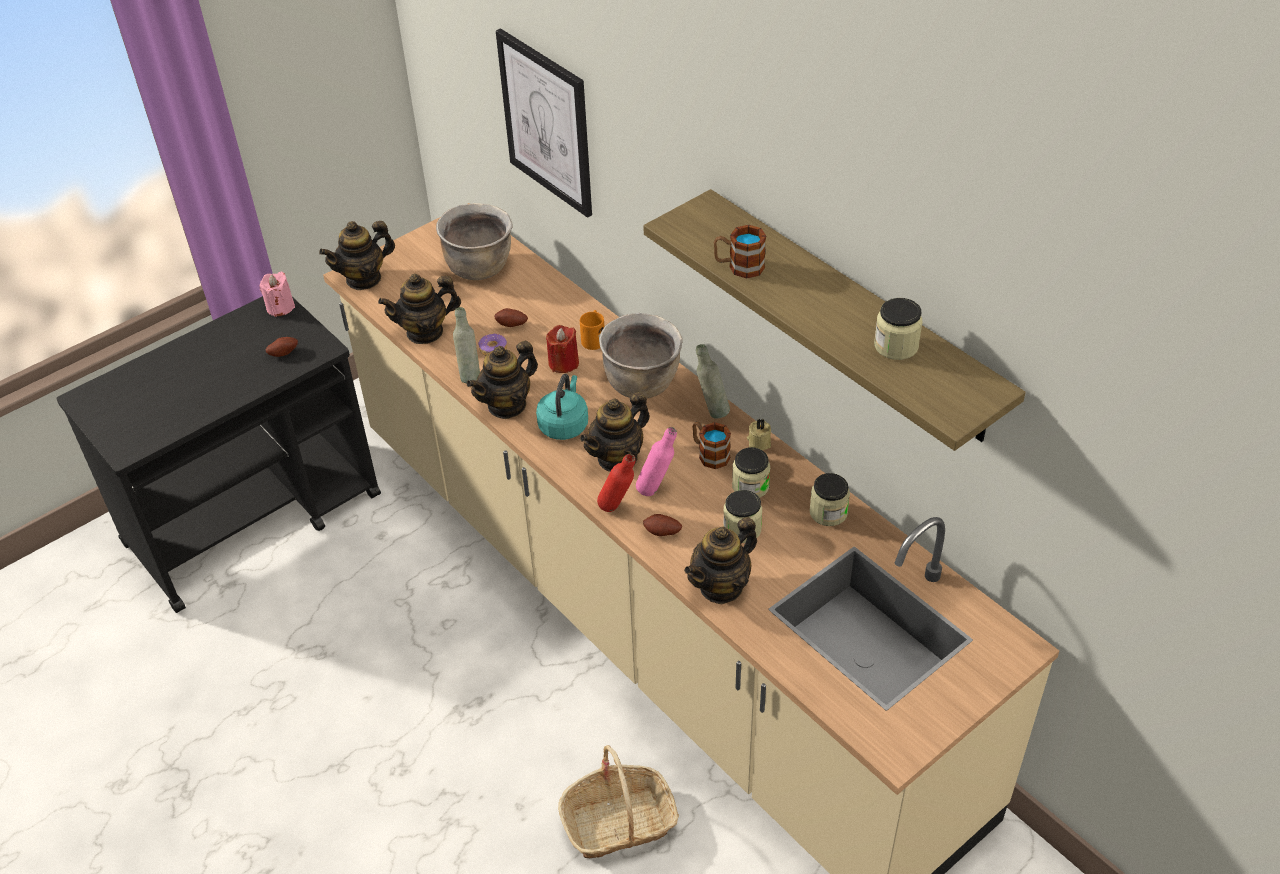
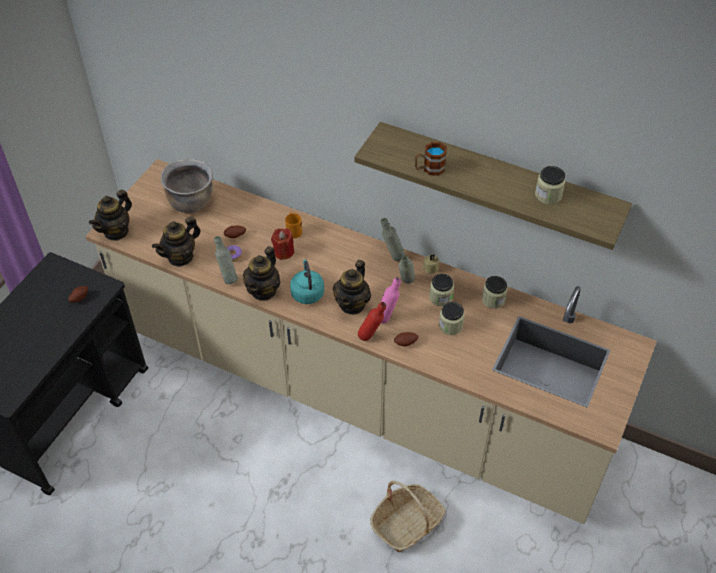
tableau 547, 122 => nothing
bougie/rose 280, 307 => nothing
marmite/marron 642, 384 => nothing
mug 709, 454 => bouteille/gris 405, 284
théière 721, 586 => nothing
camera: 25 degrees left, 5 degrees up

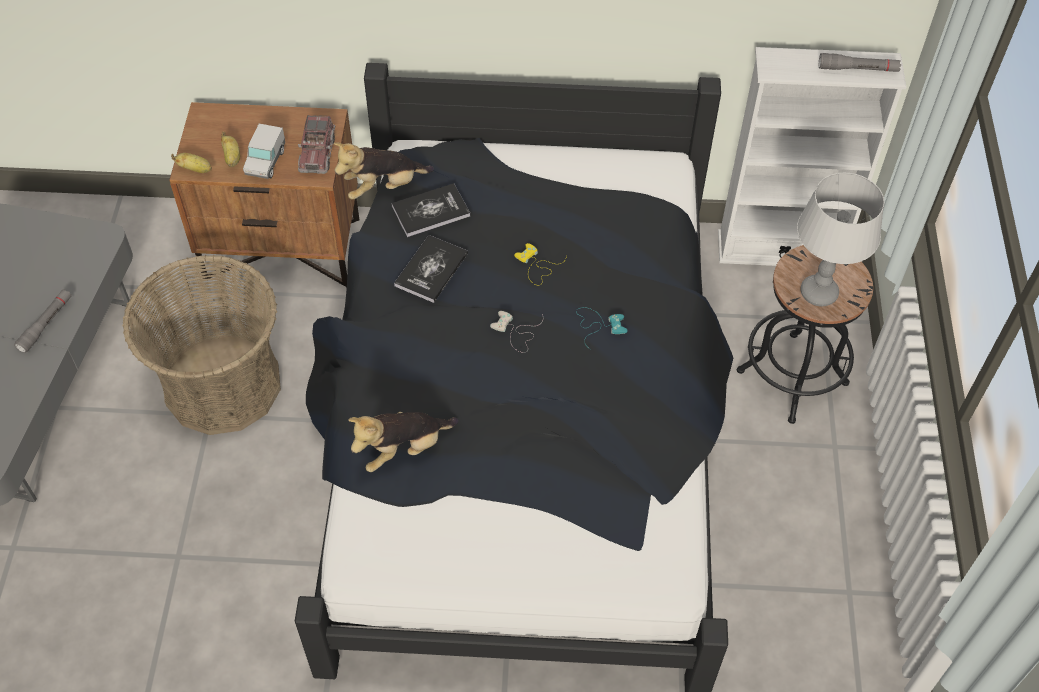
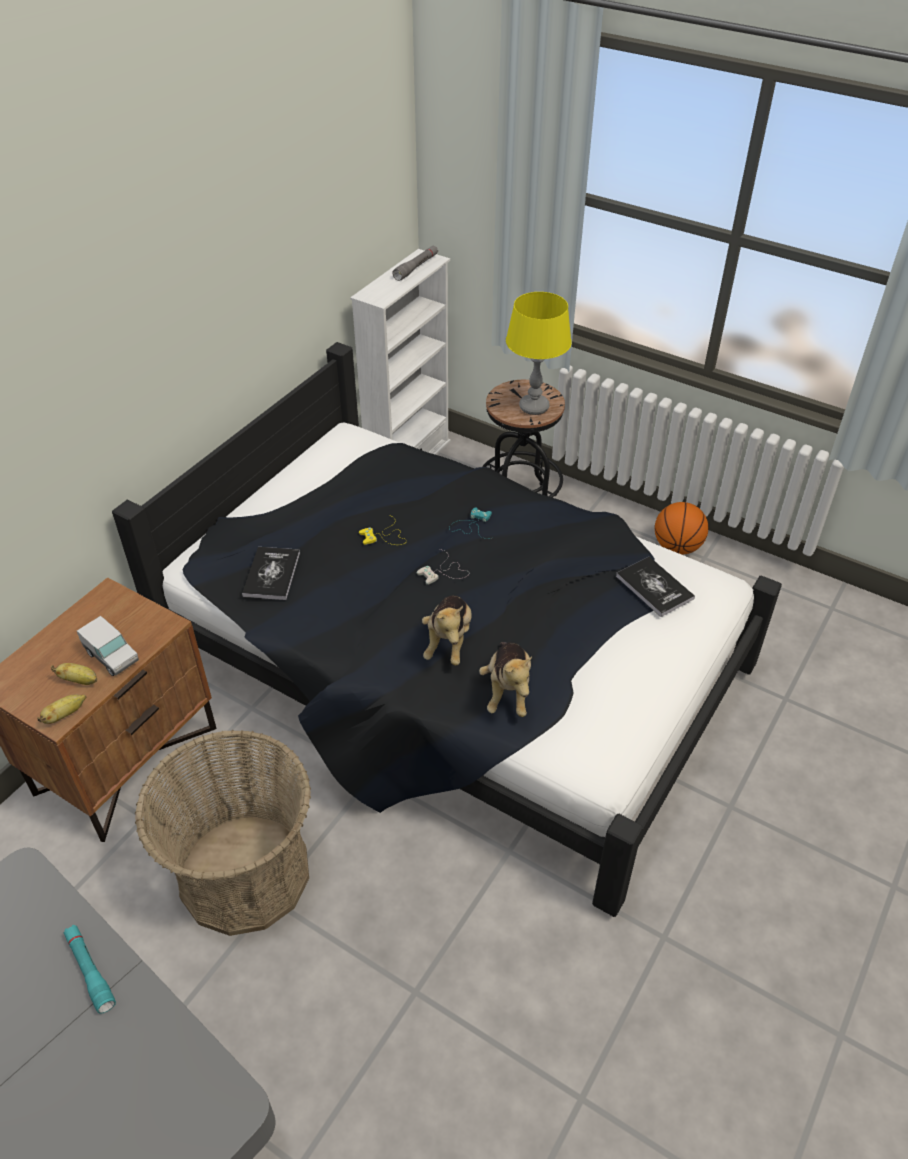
camion jouet 317, 153 => nothing
peluche 383, 187 => peluche 448, 641, move
lampe de table/gris 818, 293 => lampe de table/jaune 534, 407
livre 431, 270 => livre 654, 587, move
lampe de poche/gris 46, 324 => lampe de poche/turquoise 90, 971
nothing => ballon de basket 677, 547
camera: 60 degrees left, 10 degrees down

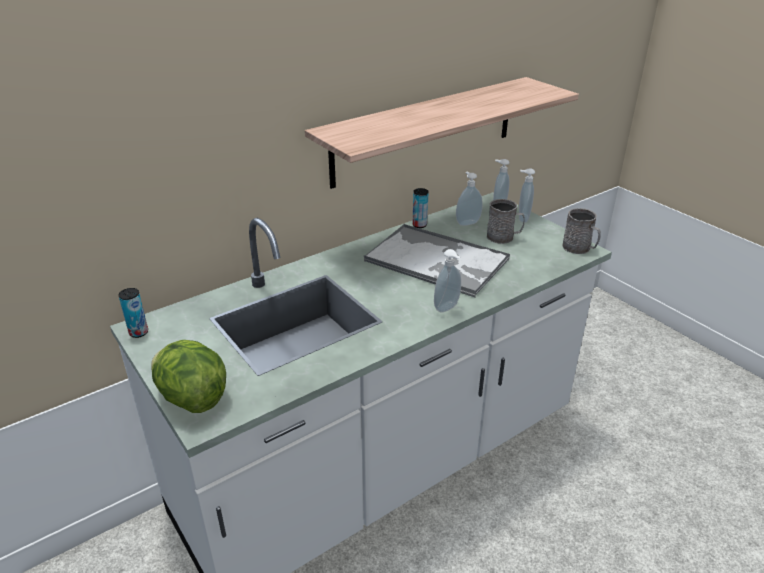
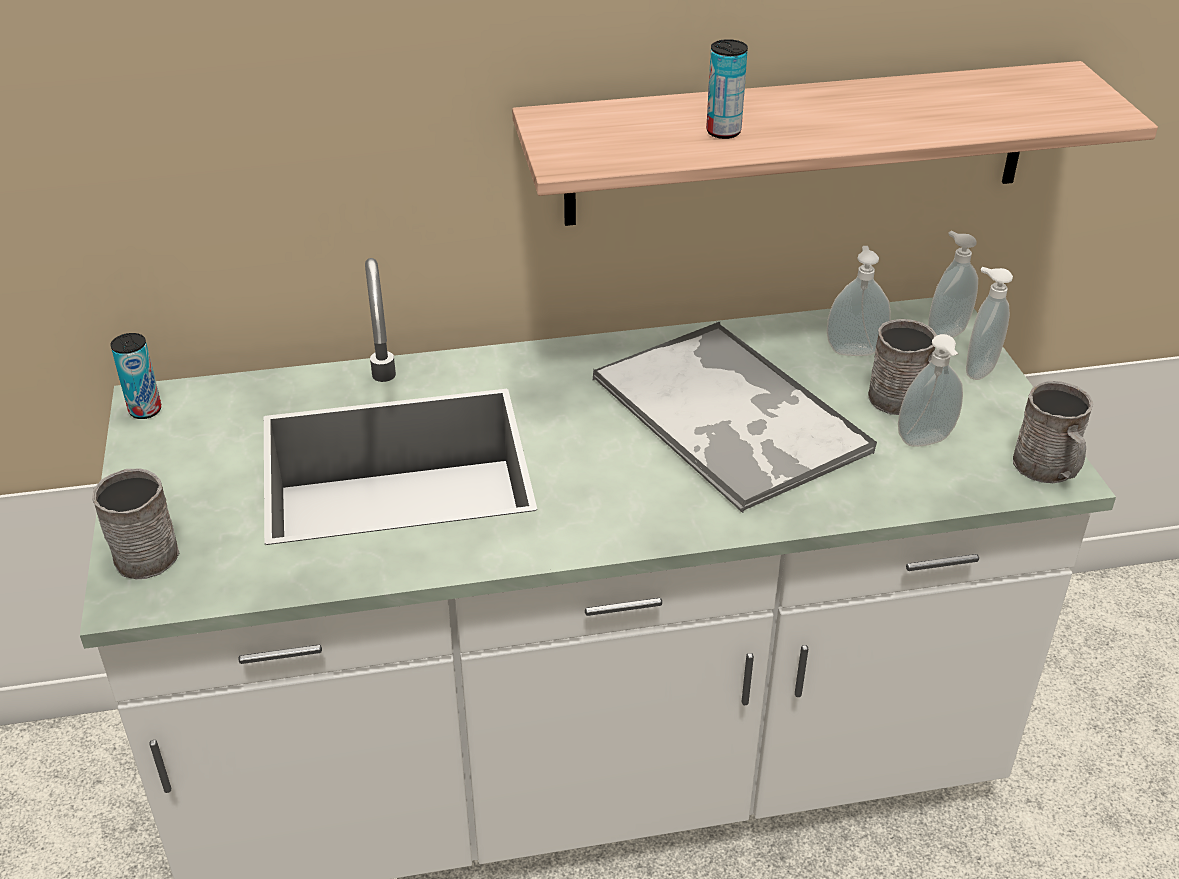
boîte métallique 419, 225 => boîte métallique 723, 132, move
distributeur de savon 447, 308 => distributeur de savon 926, 442, move
laitue 191, 398 => mug/gris 143, 550
camera: 25 degrees right, 5 degrees up

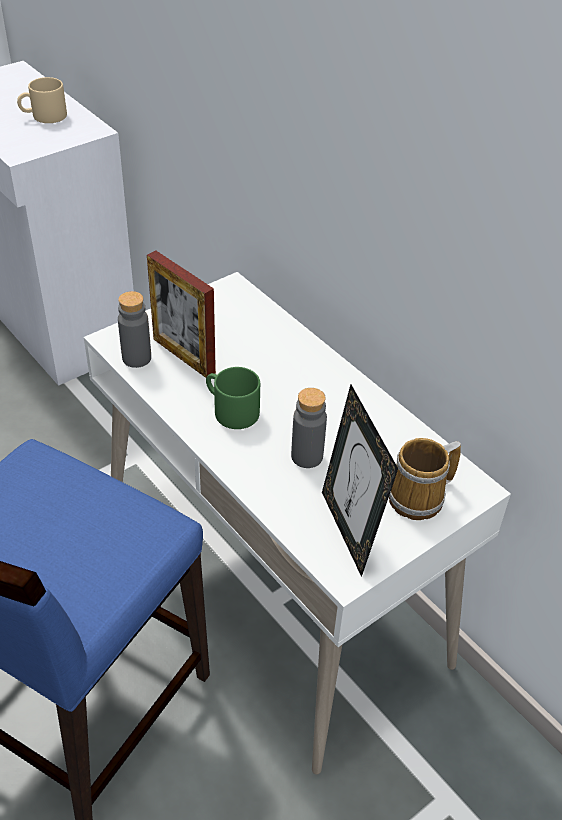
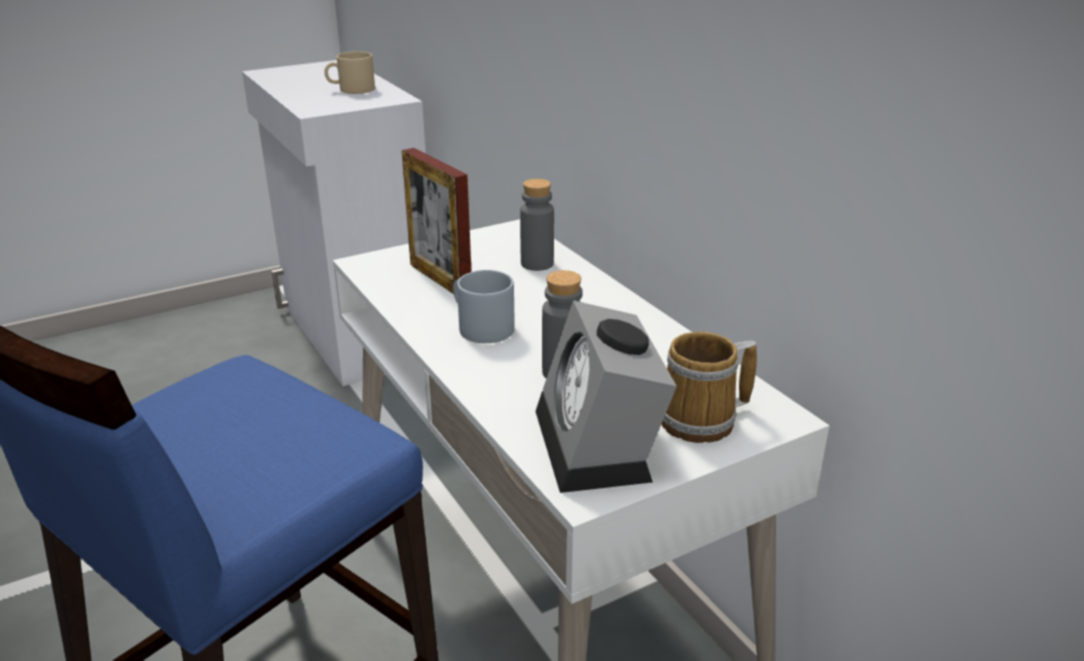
bouteille/gris 136, 358 => bouteille/gris 537, 264, move
mug/vert 230, 410 => mug/gris 479, 327
cadre photo 349, 530 => réveil 600, 447
camera: 10 degrees right, 15 degrees down

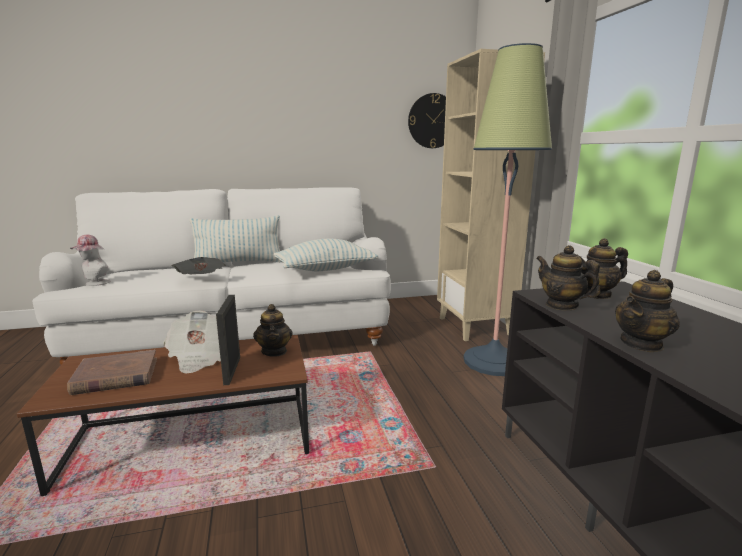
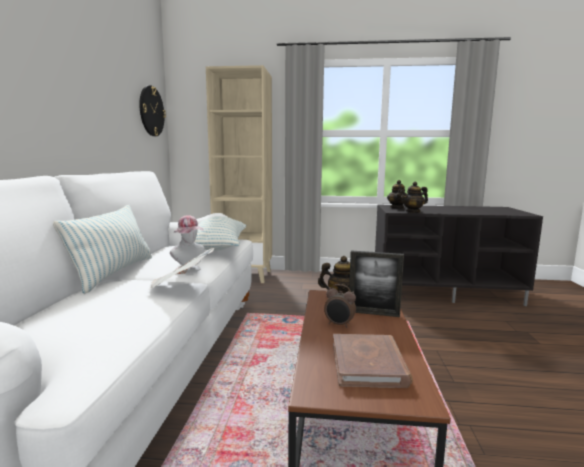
lampadaire 493, 361 => nothing
chapeau 95, 283 => chapeau 190, 270, move
théière 642, 344 => nothing
journal 199, 357 => réveil 339, 325
camera: 70 degrees left, 5 degrees down

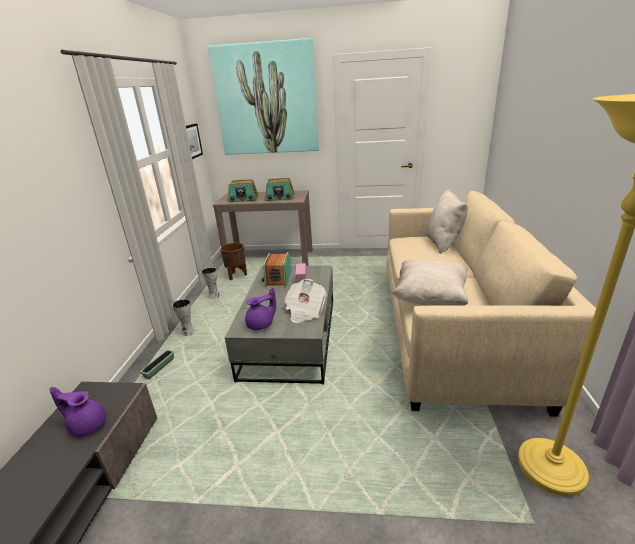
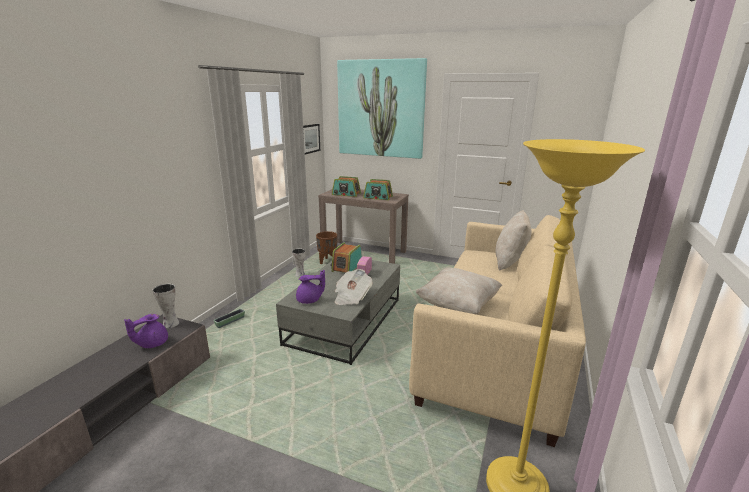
vase 187, 333 => vase 170, 324, move
théière/violet 87, 425 => théière/violet 152, 343, 75 degrees counterclockwise
camera: 15 degrees right, 5 degrees down

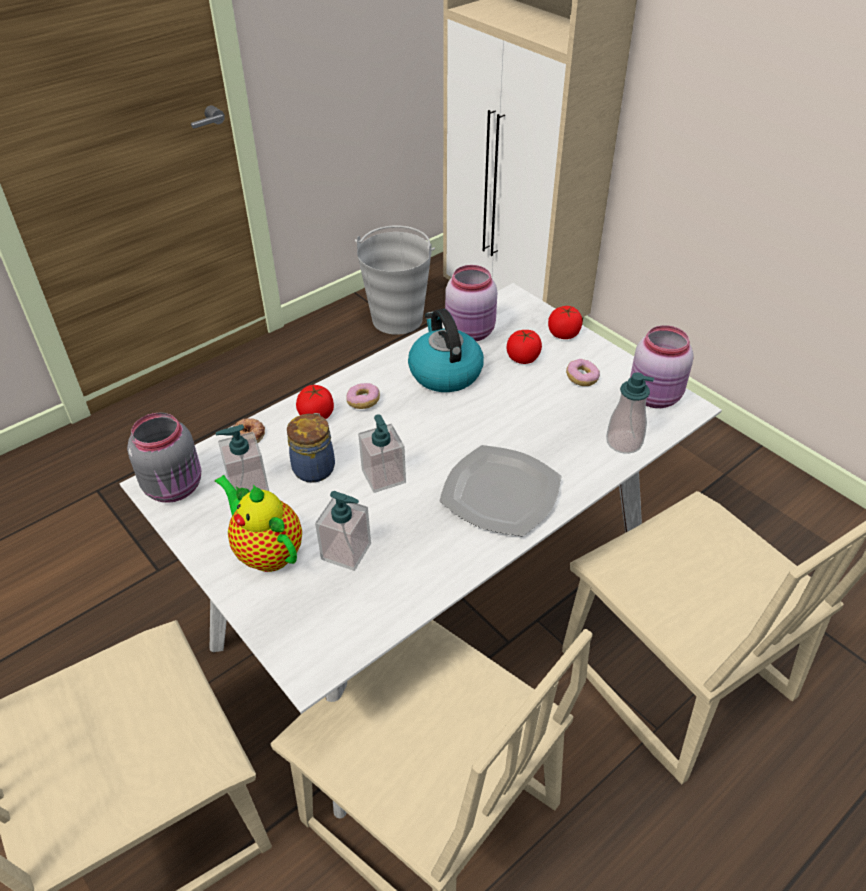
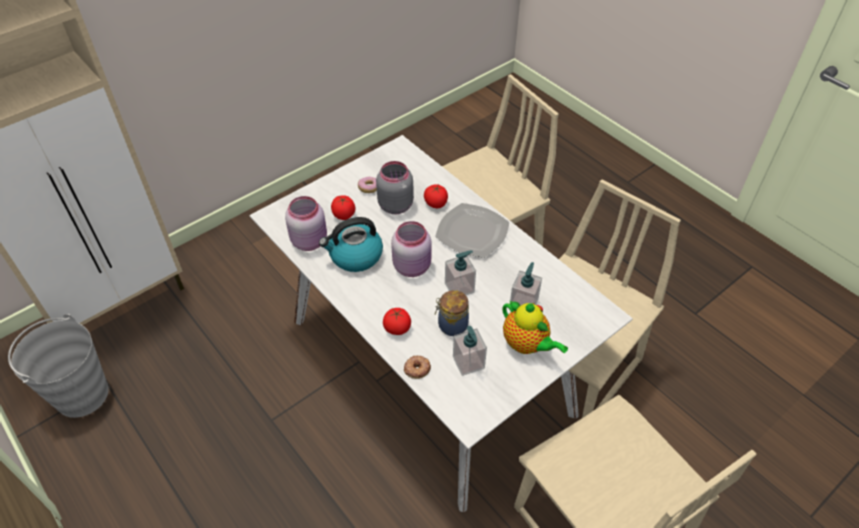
tomate 564, 334 => tomate 436, 203, move
bocal/rose 655, 397 => bocal/rose 413, 266, move
distributeur de savon 624, 442 => nothing
beignet 363, 402 => nothing
bocal/gris 176, 486 => bocal/gris 395, 205, move
théière 266, 551 => théière 527, 345, 90 degrees counterclockwise
camera: 90 degrees left, 5 degrees up

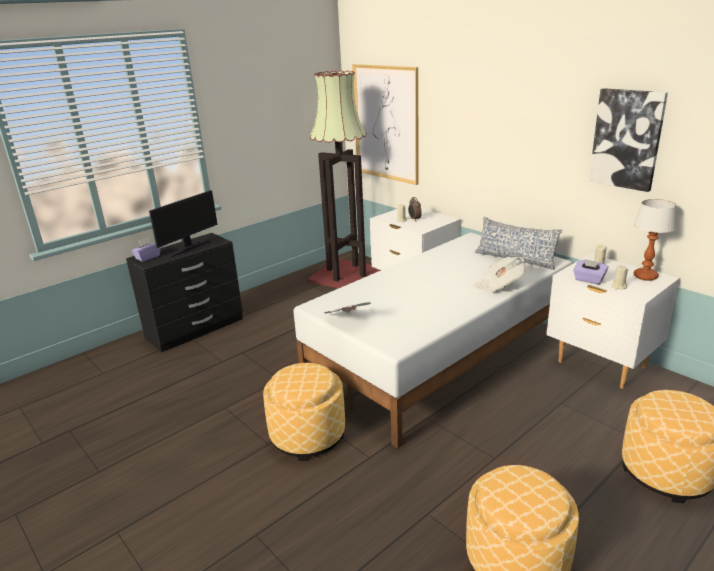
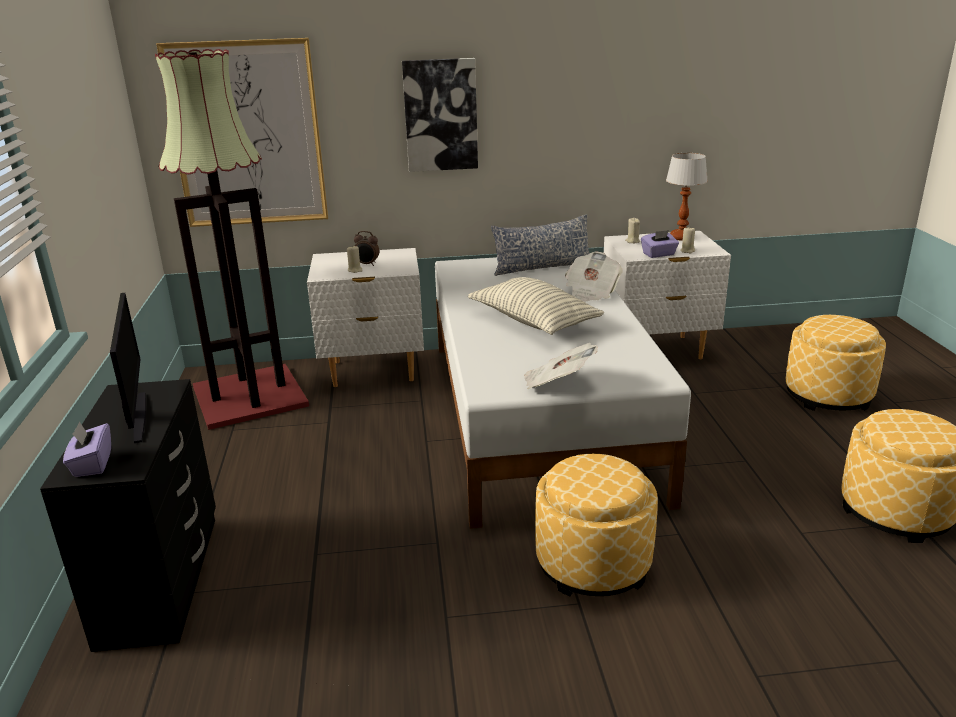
tableau 627, 139 => tableau 440, 115, move
nothing => coussin 533, 322
camera: 55 degrees left, 0 degrees up

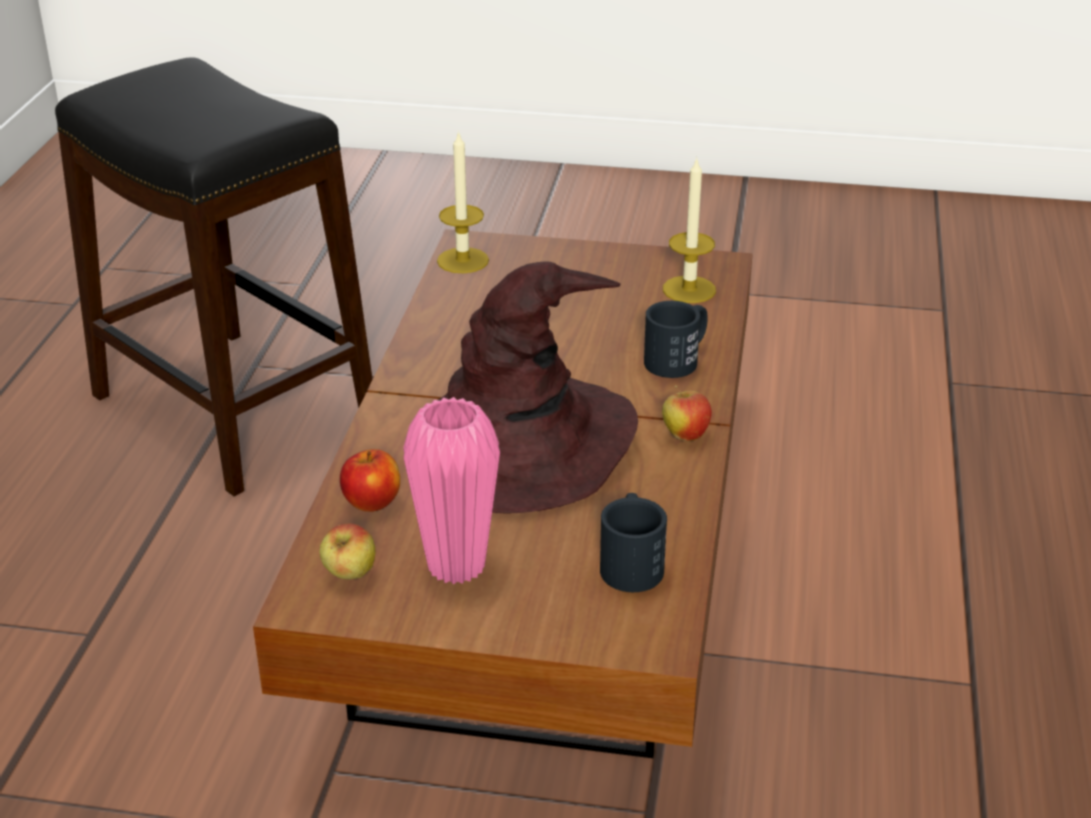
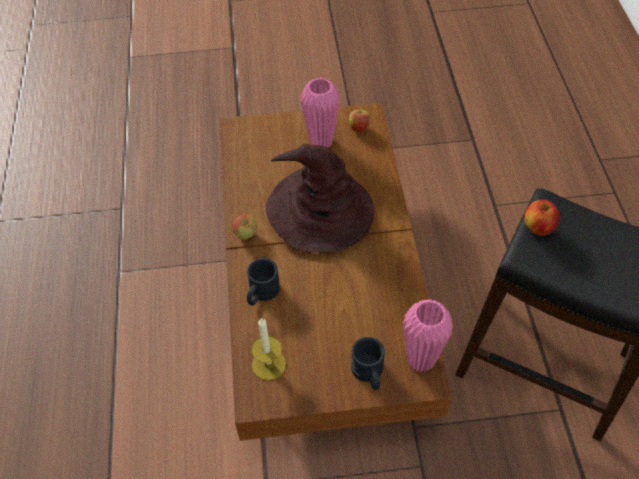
bougie 463, 260 => vase/rose 421, 359
pomme 372, 503 => pomme 538, 227, move
mug/noir 631, 562 => mug/noir 369, 374, move
camera: 165 degrees right, 20 degrees up

